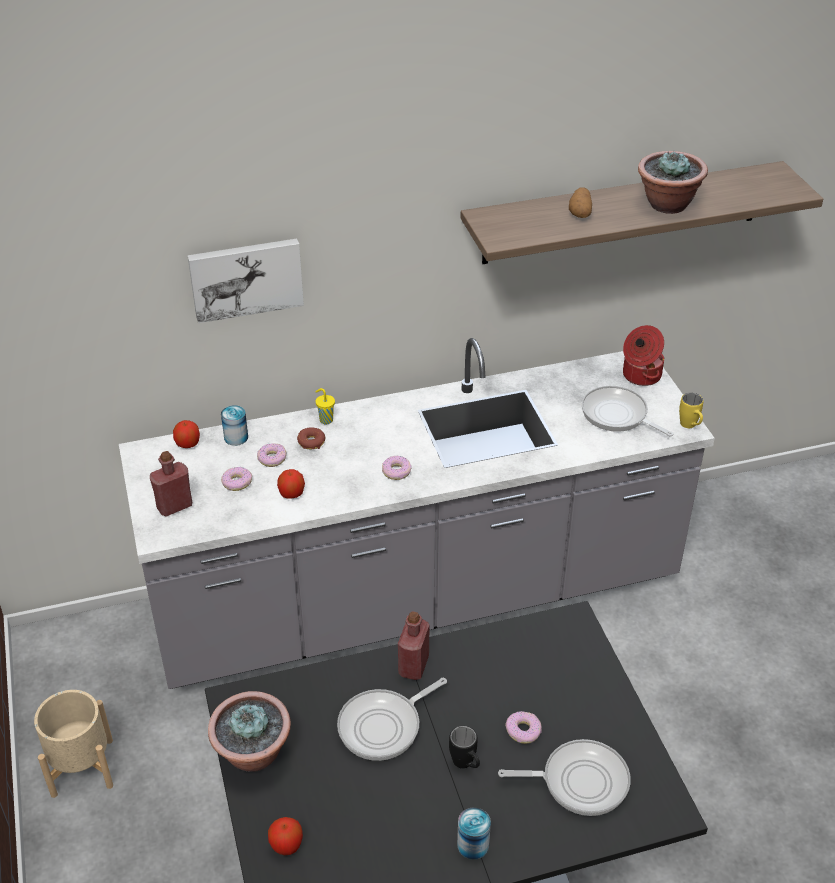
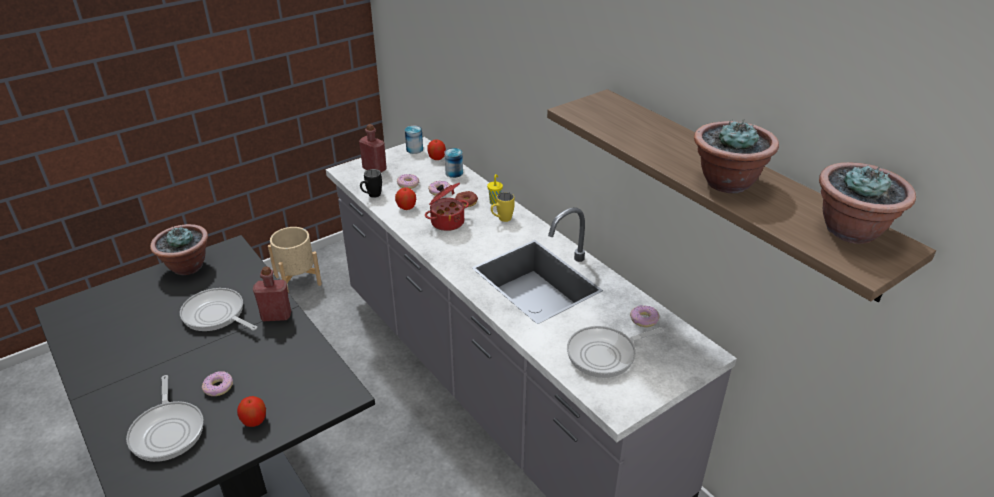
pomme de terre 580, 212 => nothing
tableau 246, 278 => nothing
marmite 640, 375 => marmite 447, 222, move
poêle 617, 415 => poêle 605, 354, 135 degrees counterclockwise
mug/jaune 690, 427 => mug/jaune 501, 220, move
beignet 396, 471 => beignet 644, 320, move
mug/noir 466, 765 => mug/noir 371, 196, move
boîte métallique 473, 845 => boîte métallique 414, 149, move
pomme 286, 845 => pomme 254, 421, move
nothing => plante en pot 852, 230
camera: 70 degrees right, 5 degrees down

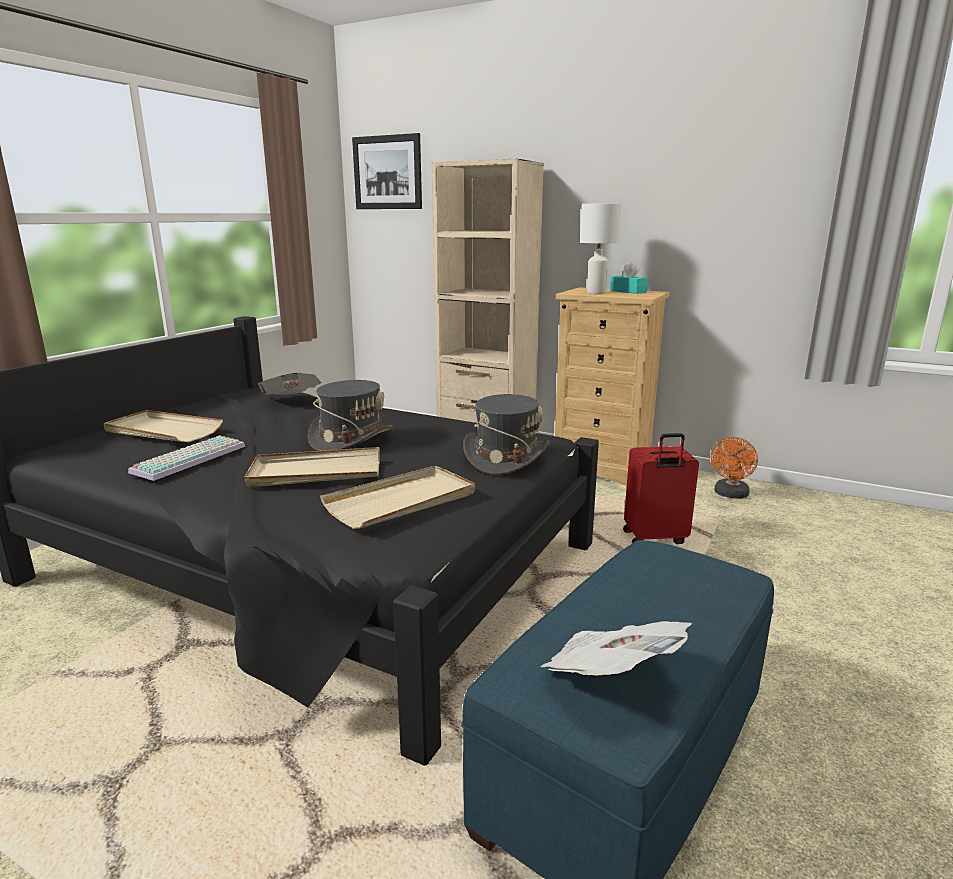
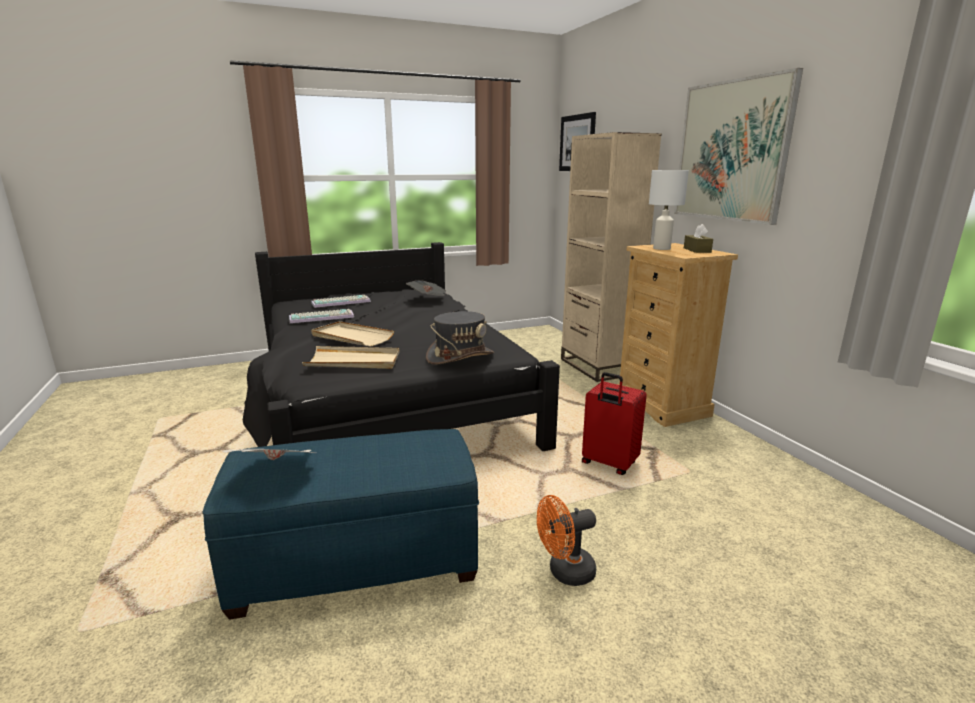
boîte à mouchoirs/turquoise 628, 291 => boîte à mouchoirs/marron 697, 250
chapeau/gris 351, 439 => nothing
plateau/beige 163, 431 => clavier 341, 302
ventilateur/orange 730, 495 => ventilateur/orange 565, 572, move
nothing => tableau 731, 151
camera: 40 degrees right, 0 degrees up

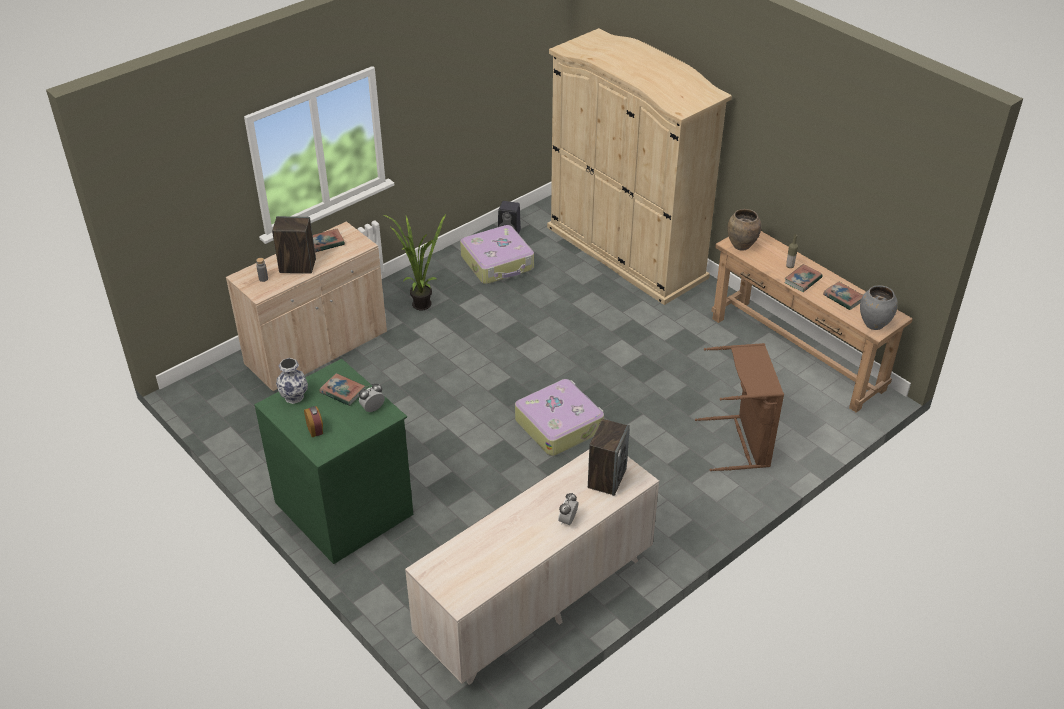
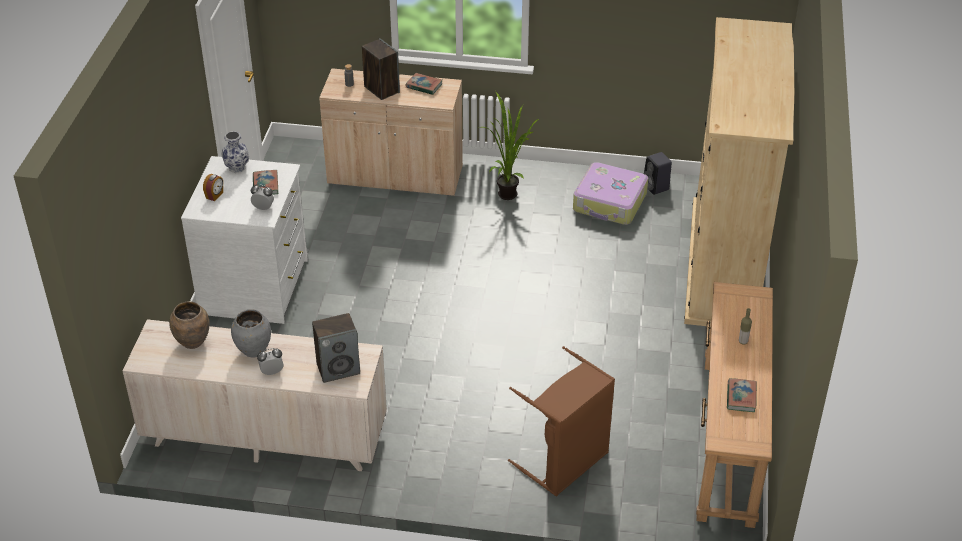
vase/marron 741, 245 => vase/marron 193, 342, move
livre 802, 280 => nothing
vase/gris 874, 325 => vase/gris 253, 351, move
commode/vert 345, 507 => commode/blanc 256, 287
valise 559, 425 => nothing
camera: 50 degrees right, 0 degrees up

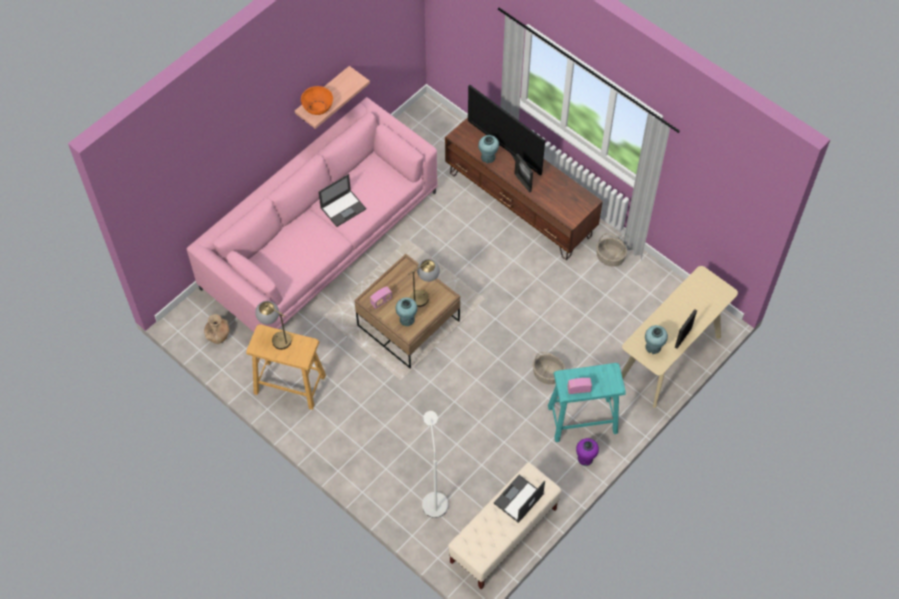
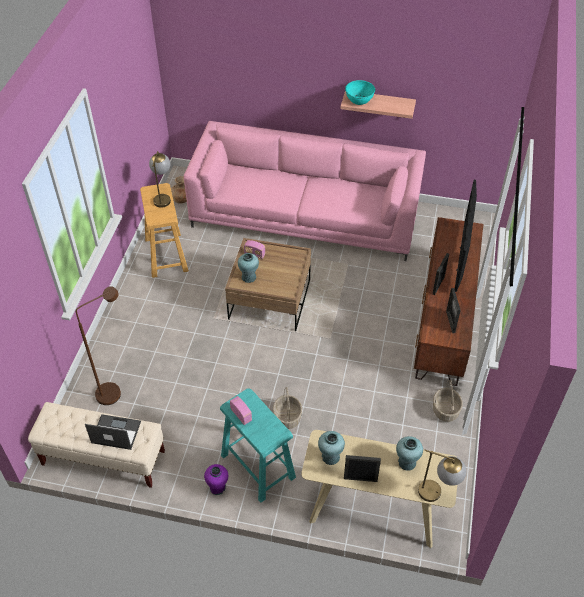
bol/orange 317, 107 => bol/turquoise 359, 100
vase/turquoise 488, 157 => vase/turquoise 407, 462, move
ordinateur portable 343, 208 => nothing
lampe de table 424, 295 => lampe de table 437, 494, move
lampadaire/blanc 434, 498 => lampadaire/marron 114, 391
nothing => cadre photo 450, 322
camera: 60 degrees right, 10 degrees down

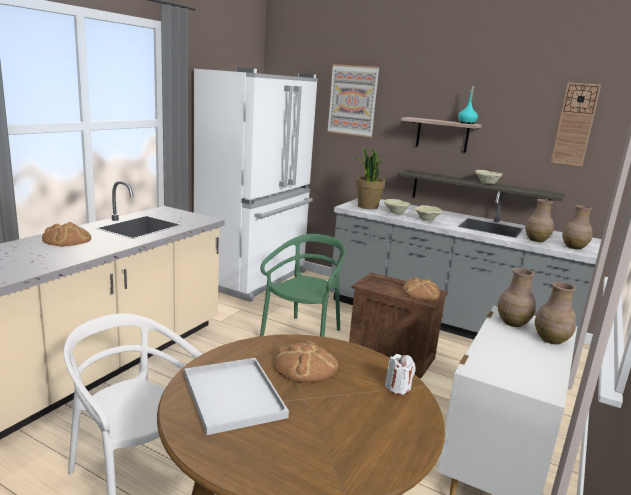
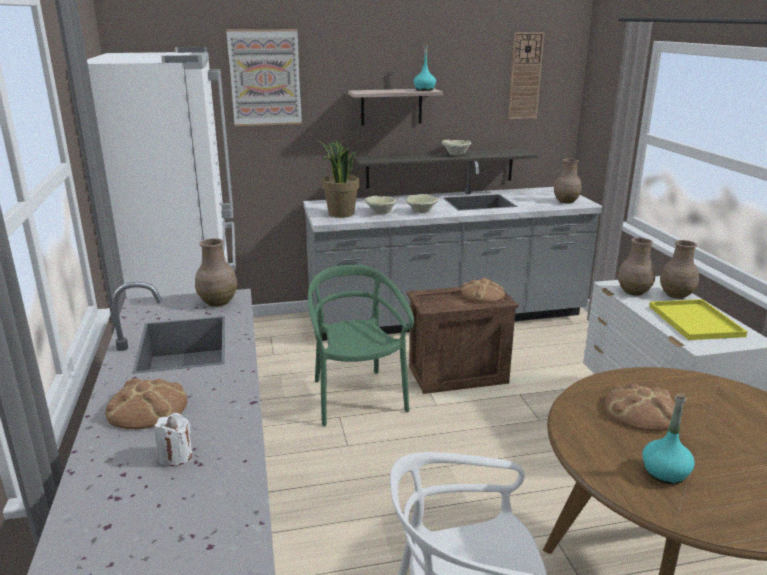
vase/marron 536, 240 => vase/marron 217, 302, move
bougie/blanc 398, 387 => bougie/blanc 175, 456, move
plateau/blanc 231, 394 => bouteille/turquoise 665, 473
nothing => plateau/jaune 693, 320
camera: 40 degrees left, 5 degrees up

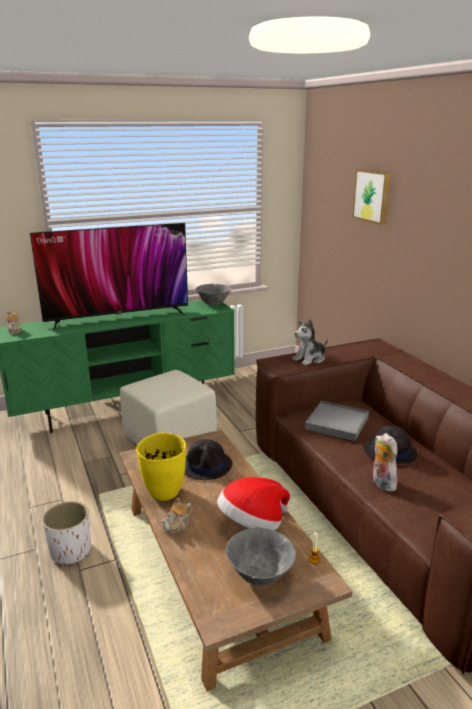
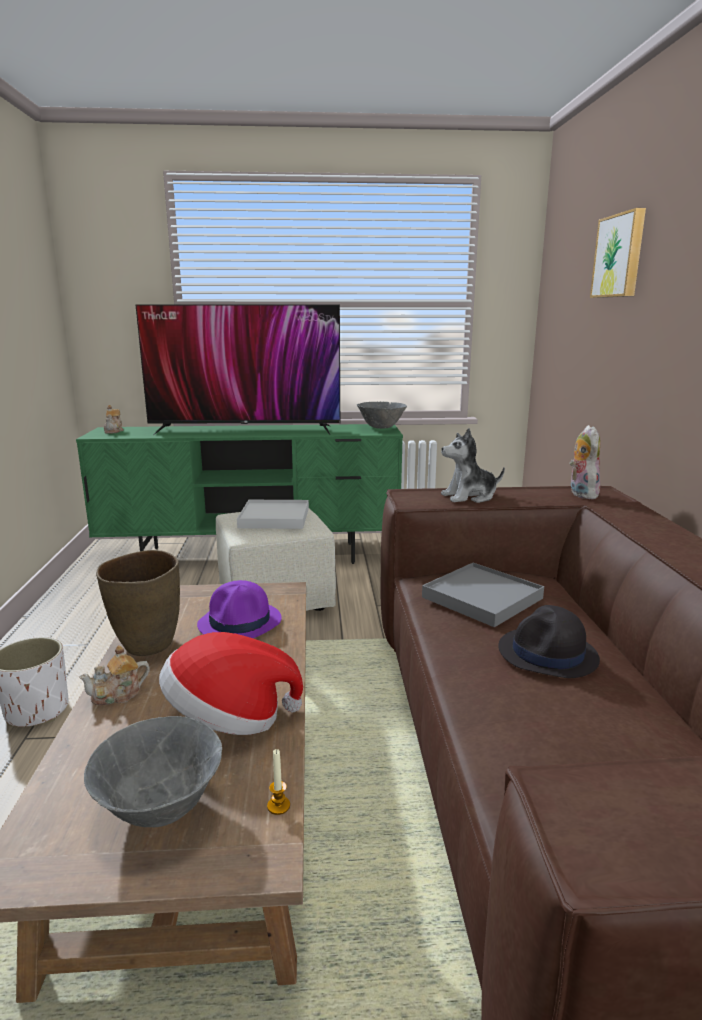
vase/jaune 164, 493 => vase/marron 148, 645
peluche 381, 483 => peluche 580, 494, move
chapeau/noir 206, 465 => chapeau/violet 240, 622
nothing => plateau/blanc 274, 518
camera: 20 degrees right, 5 degrees down

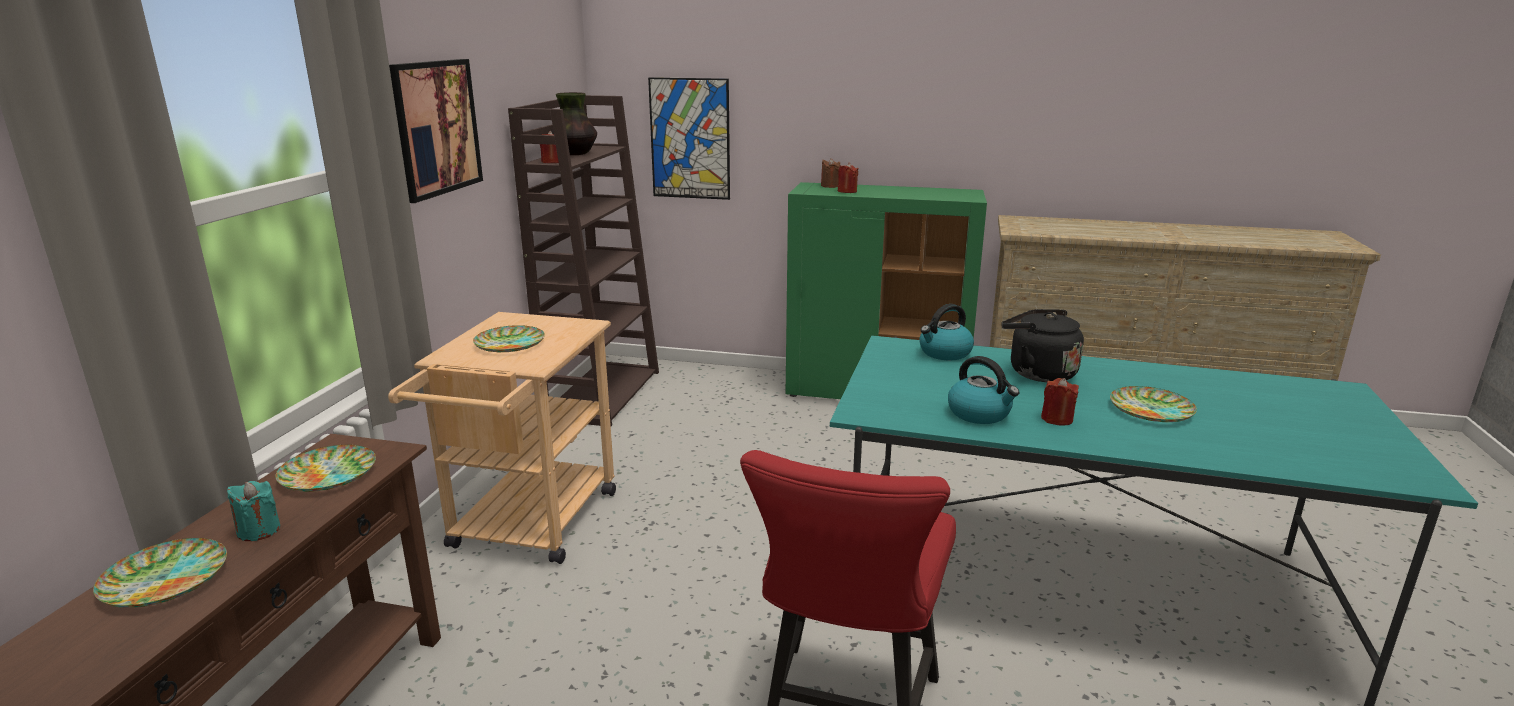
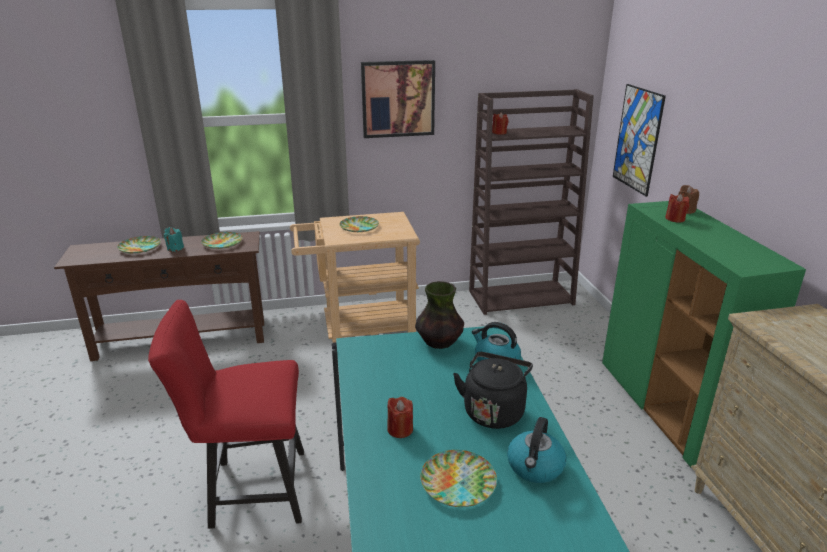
vase 575, 154 => vase 439, 342, move
bouilloire 980, 414 => bouilloire 535, 467, move
camera: 65 degrees right, 5 degrees up

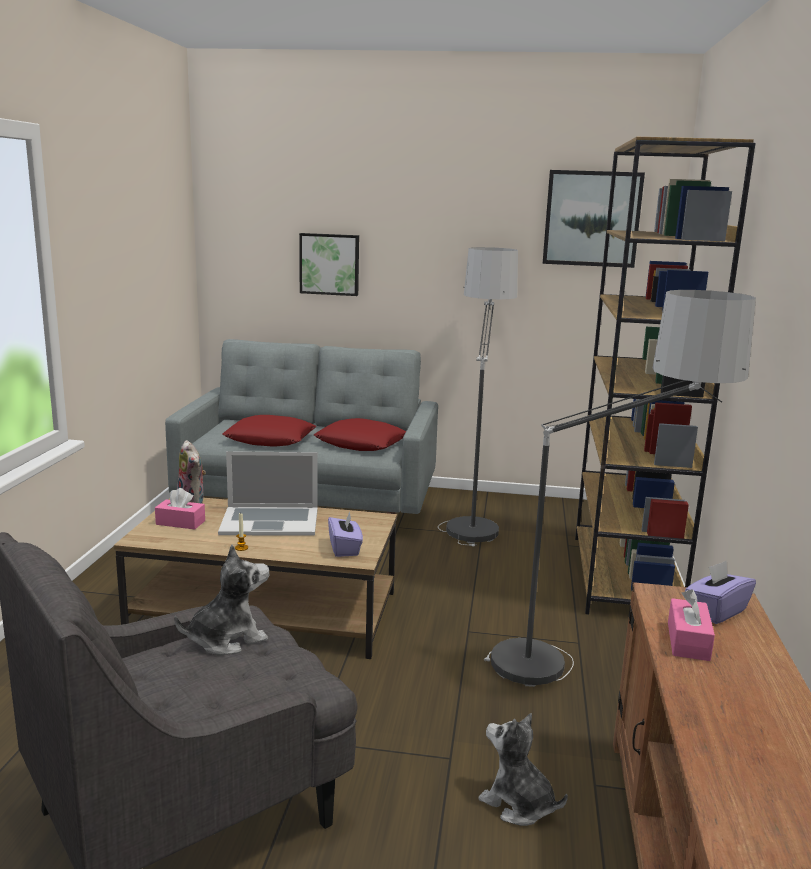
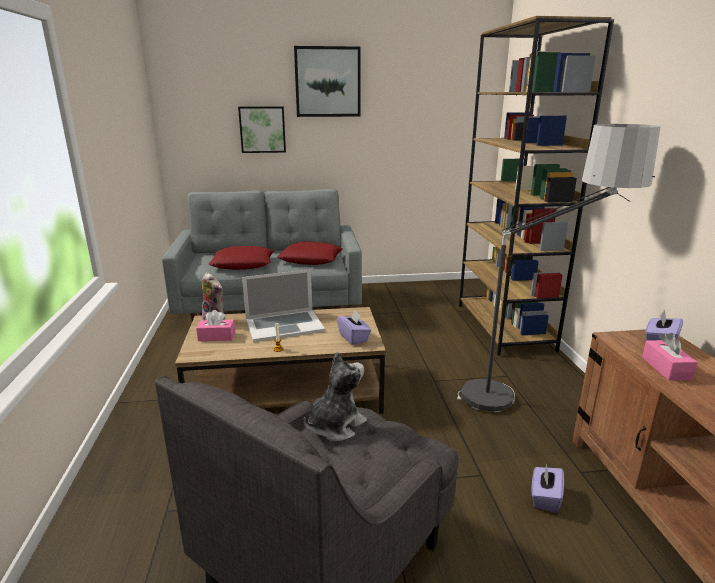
tableau 592, 219 => tableau 327, 82, move
lampadaire 472, 517 => nothing
peluche 518, 804 => boîte à mouchoirs/violet 545, 498
camera: 15 degrees left, 5 degrees up

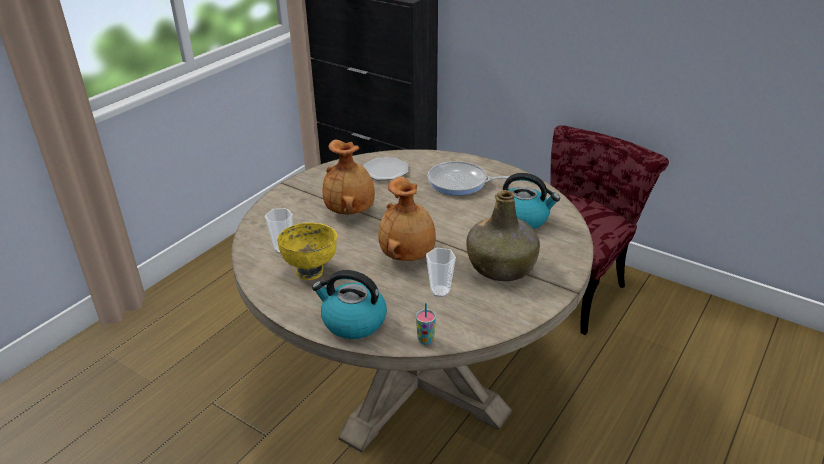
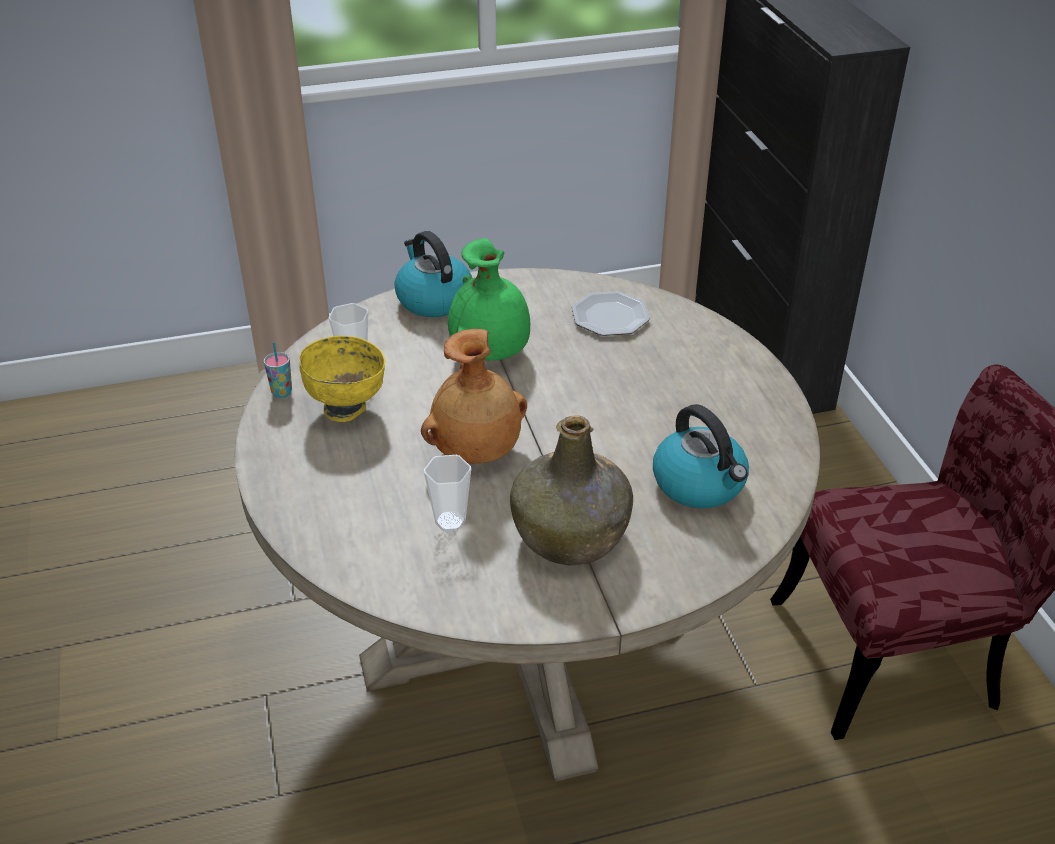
vase/marron 351, 211 => vase/vert 491, 353
poêle 461, 183 => nothing
bouilloire 353, 321 => bouilloire 433, 299, move
tasse 425, 340 => tasse 282, 392, move
camera: 40 degrees right, 5 degrees up

